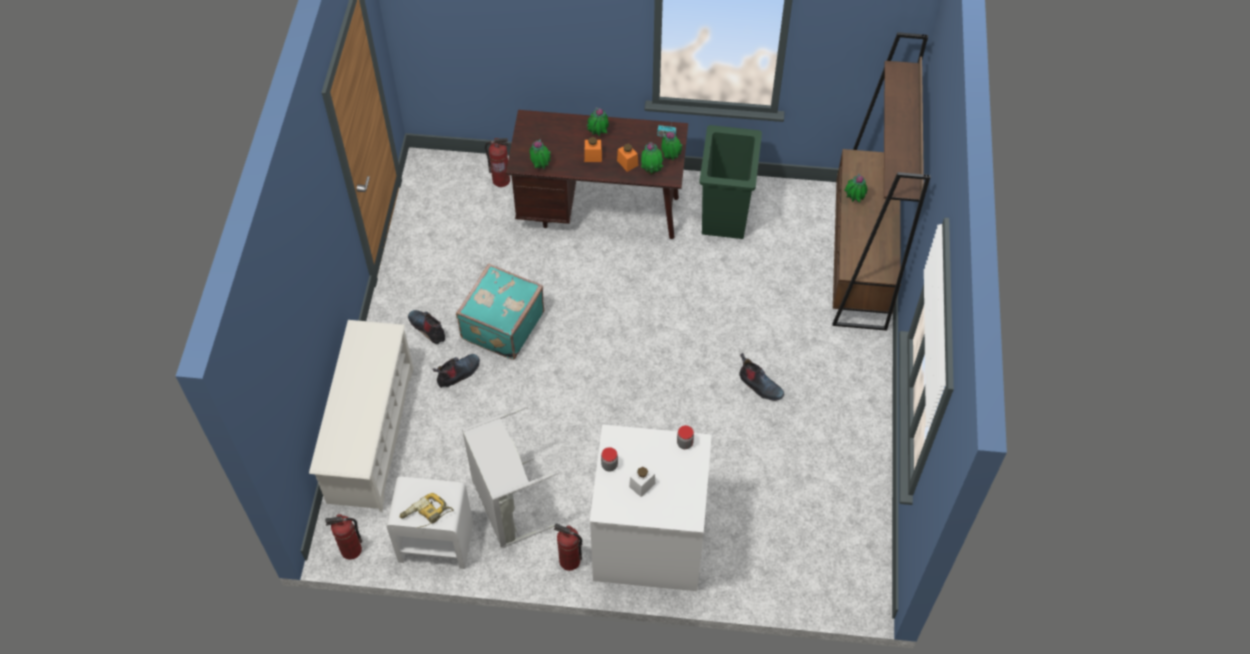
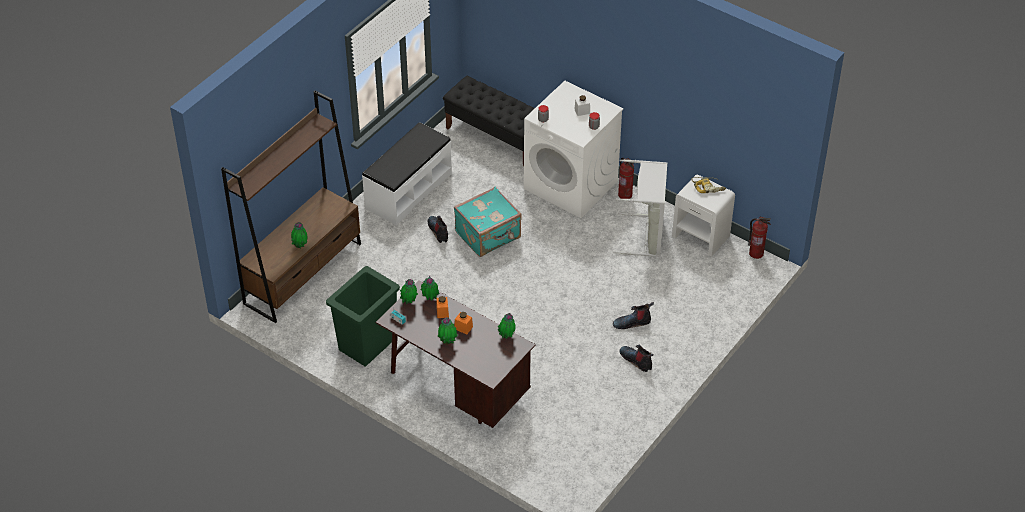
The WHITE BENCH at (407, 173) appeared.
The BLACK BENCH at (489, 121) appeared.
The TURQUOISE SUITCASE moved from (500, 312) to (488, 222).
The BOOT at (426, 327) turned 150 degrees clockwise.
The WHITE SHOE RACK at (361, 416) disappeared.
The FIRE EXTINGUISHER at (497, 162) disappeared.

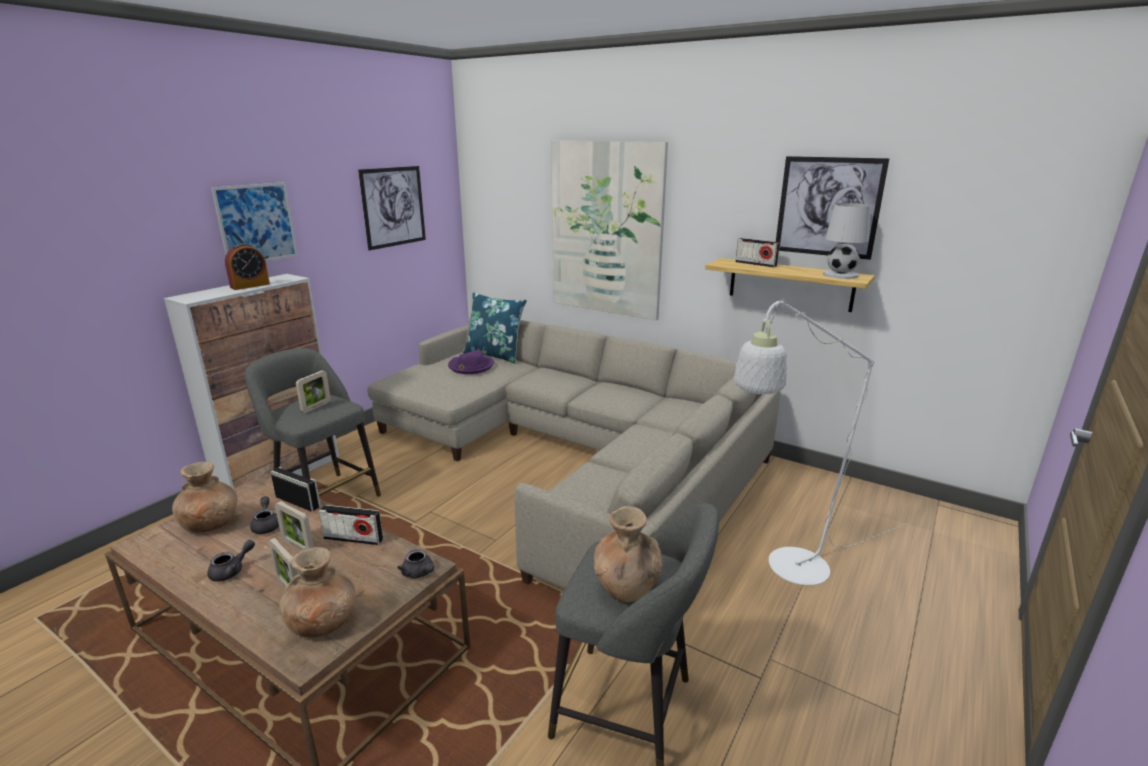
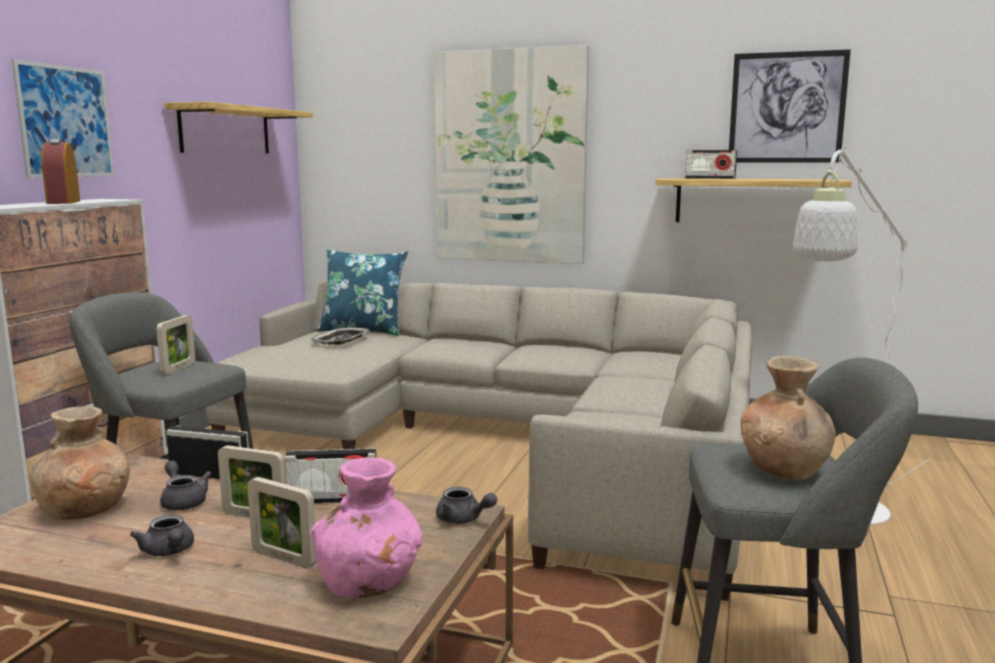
The ALARM CLOCK at (247, 266) turned 135 degrees clockwise.
The GREY TEAPOT at (231, 561) turned 120 degrees clockwise.
The PICTURE at (392, 208) was replaced by the SHELF at (238, 128).
The BROWN VASE at (317, 592) became the PINK VASE at (366, 528).
The PURPLE HAT at (471, 362) was replaced by the TRAY at (340, 336).
The WHITE TABLE LAMP at (847, 241) disappeared.

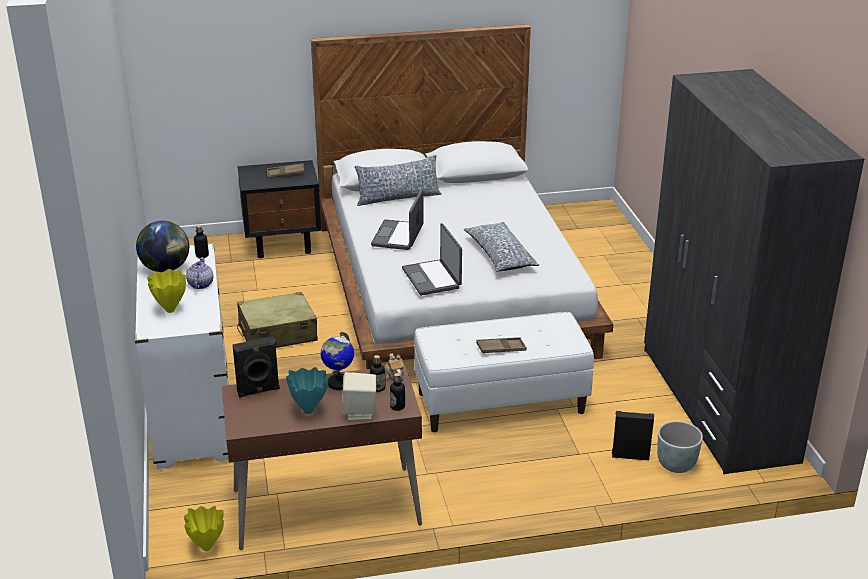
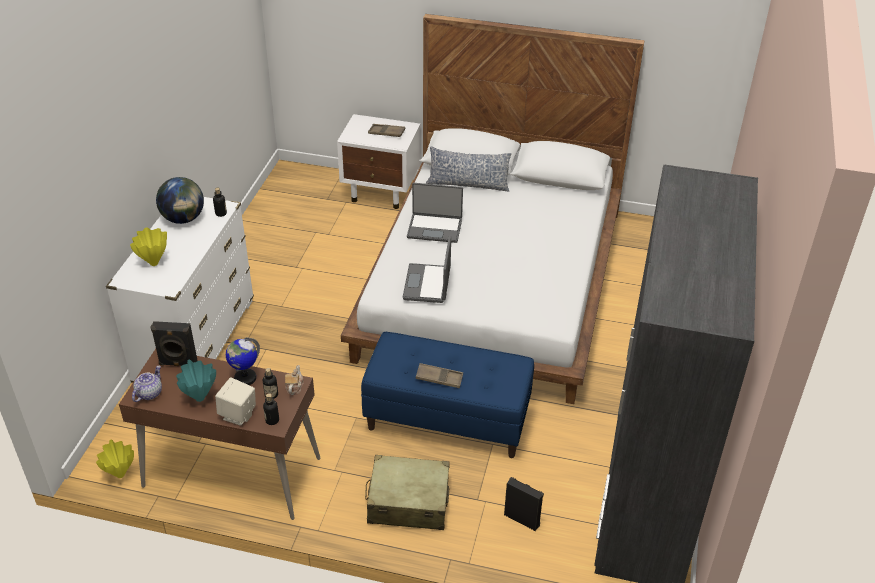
The TEAPOT moved from (199, 273) to (147, 384).
The BLACK NIGHTSTAND at (279, 209) became the WHITE NIGHTSTAND at (378, 161).
The WHITE BENCH at (504, 372) became the BLUE BENCH at (447, 395).
The BEIGE SUITCASE moved from (277, 320) to (407, 492).
The LAPTOP at (397, 219) turned 120 degrees counterclockwise.
The PILLOW at (501, 247) disappeared.
The GREY PLANTER at (680, 447) disappeared.

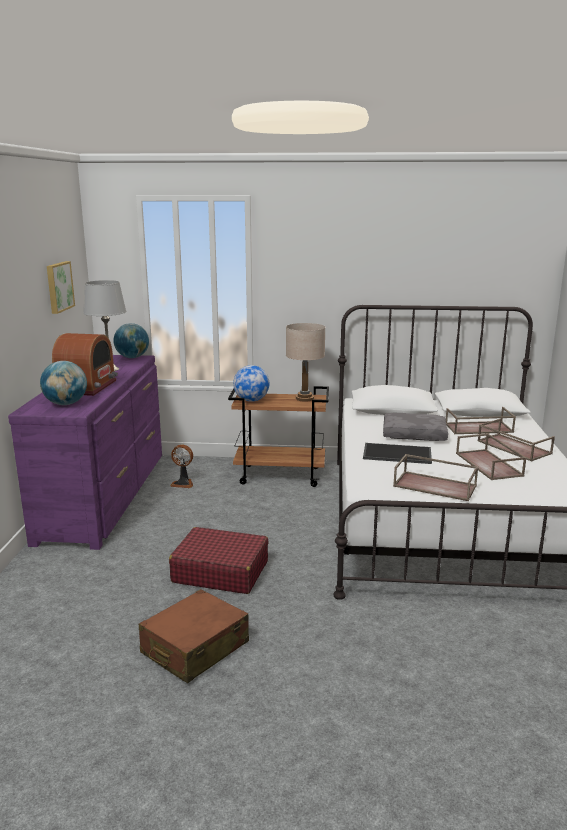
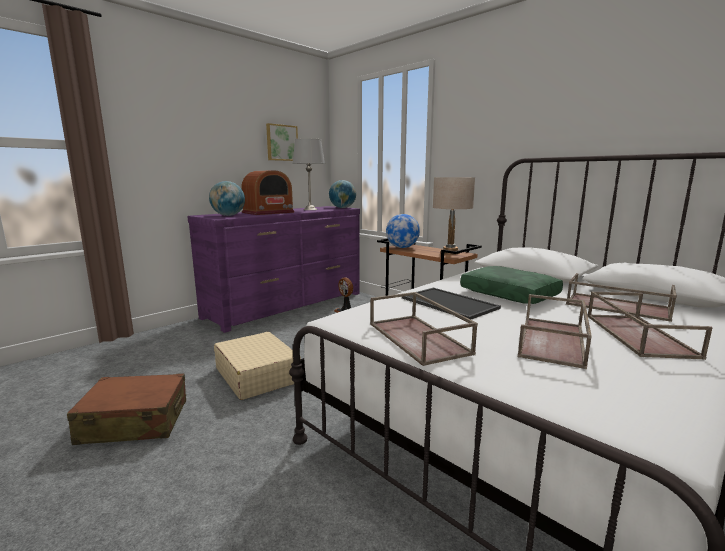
The RED SUITCASE at (219, 560) became the BEIGE SUITCASE at (257, 366).
The GREY PILLOW at (415, 427) became the GREEN PILLOW at (511, 285).

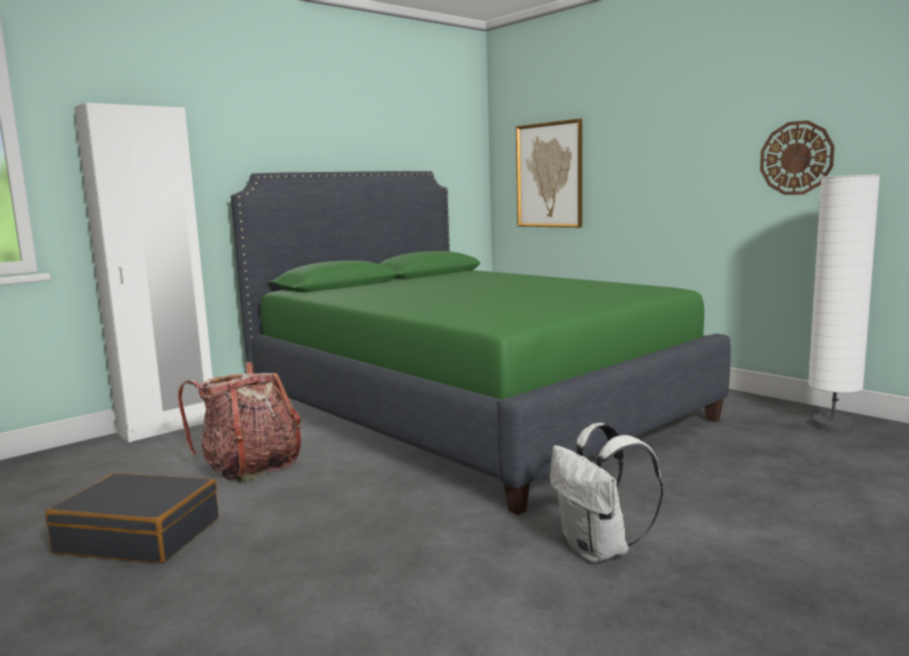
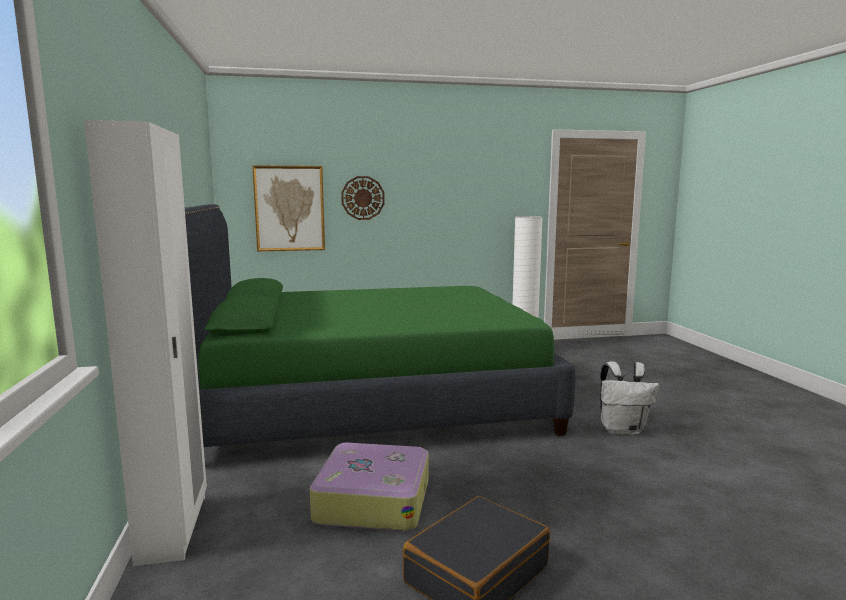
The BACKPACK at (239, 422) was replaced by the SUITCASE at (369, 487).
The WALL CLOCK moved from (797, 157) to (363, 198).

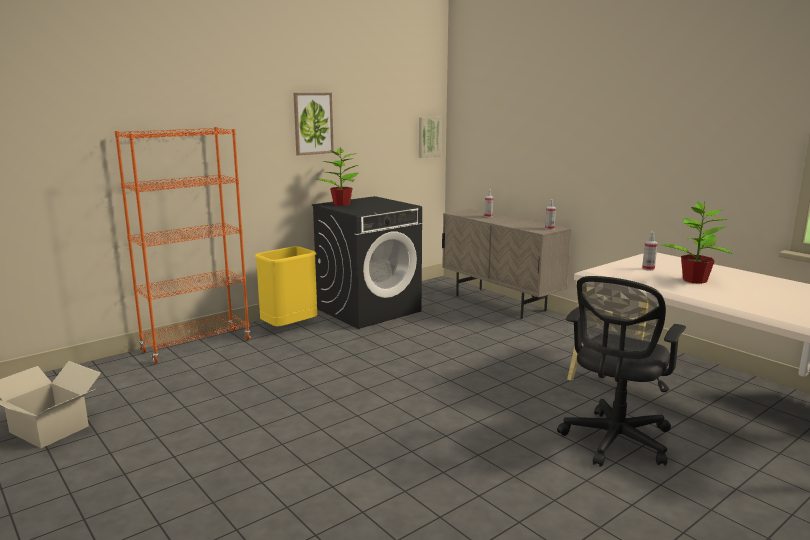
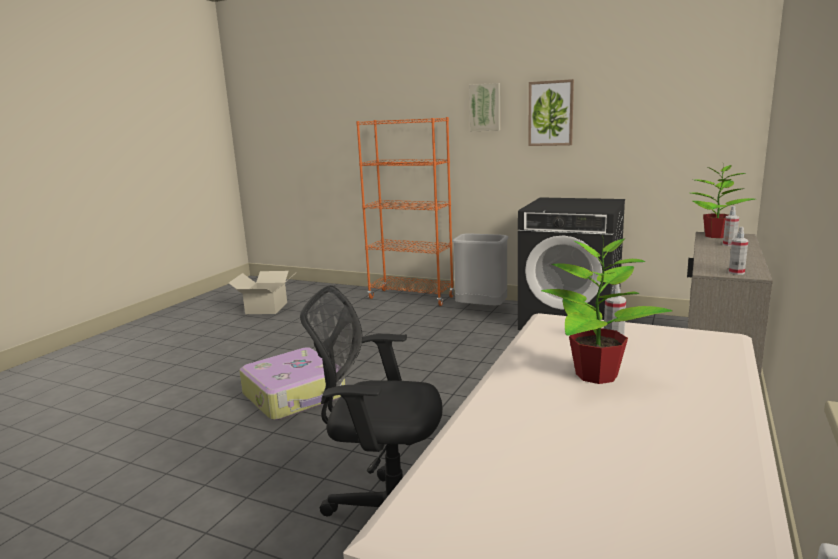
The SUITCASE at (292, 383) appeared.
The YELLOW TRASH CAN at (286, 286) became the GREY TRASH CAN at (480, 269).
The PICTURE moved from (430, 137) to (484, 107).
The POTTED PLANT moved from (336, 176) to (723, 201).

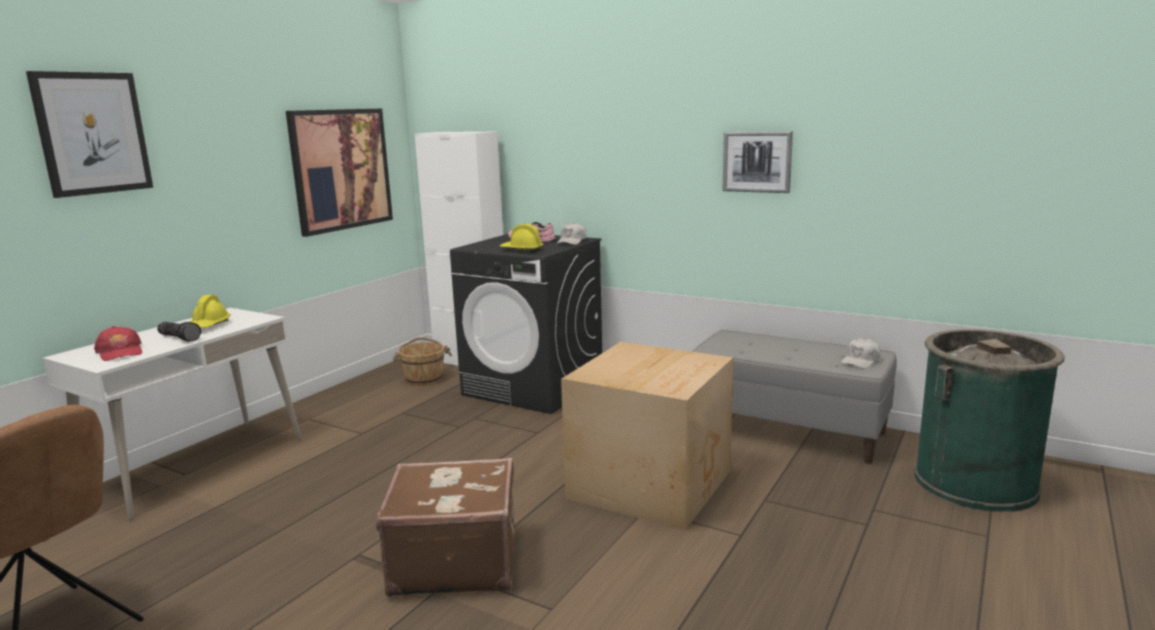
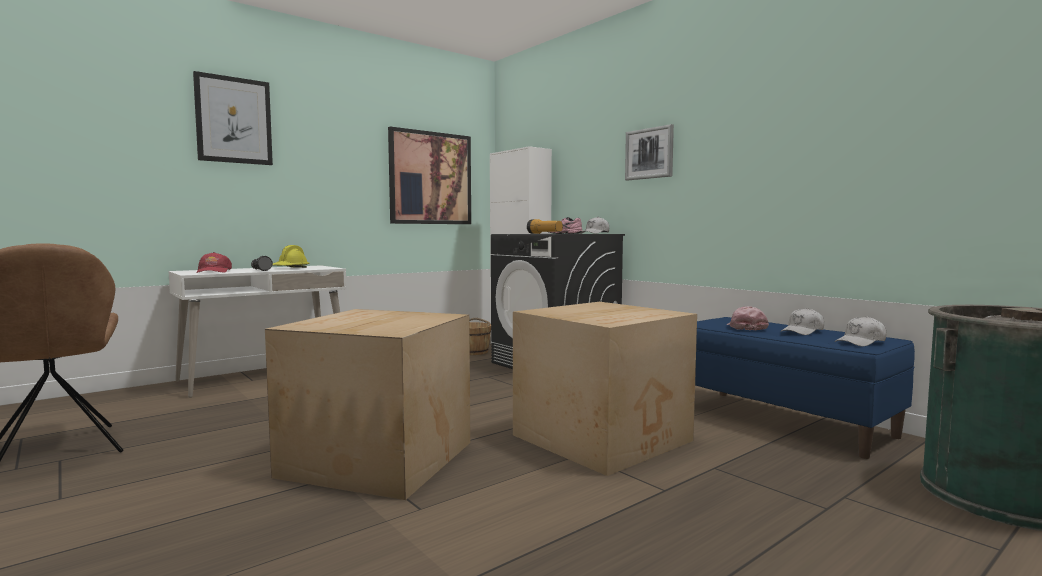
The BROWN SUITCASE at (445, 527) was replaced by the CARDBOARD BOX at (368, 404).
The YELLOW HARD HAT at (521, 238) was replaced by the FLASHLIGHT at (545, 226).
The PICTURE moved from (758, 162) to (649, 152).
The GREY BENCH at (794, 397) became the BLUE BENCH at (805, 388).
The PINK CAP at (748, 318) appeared.
The WHITE CAP at (802, 321) appeared.

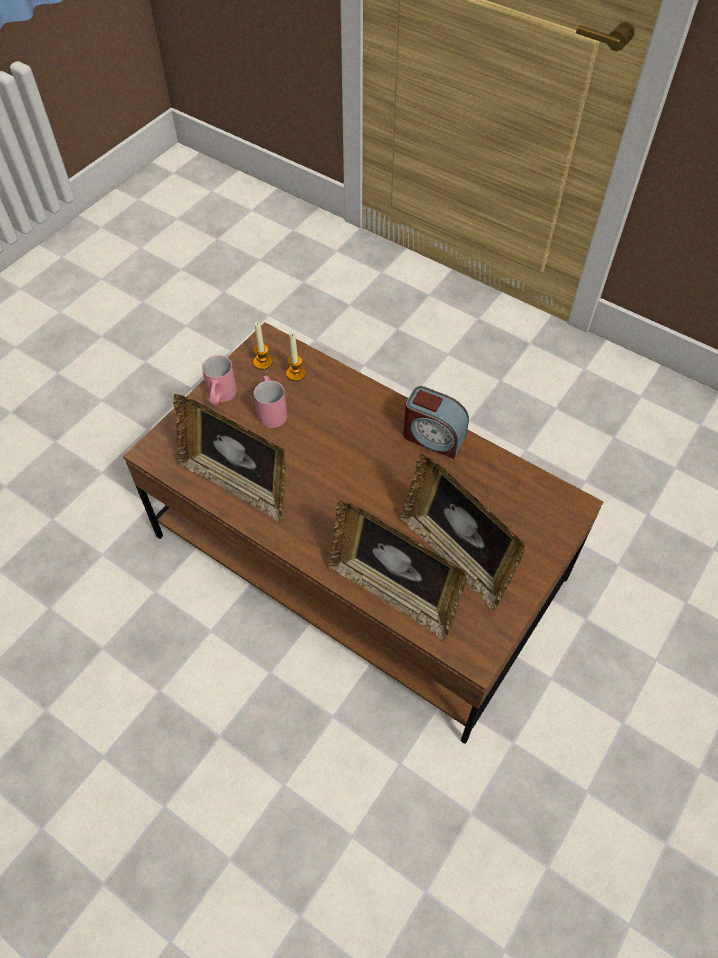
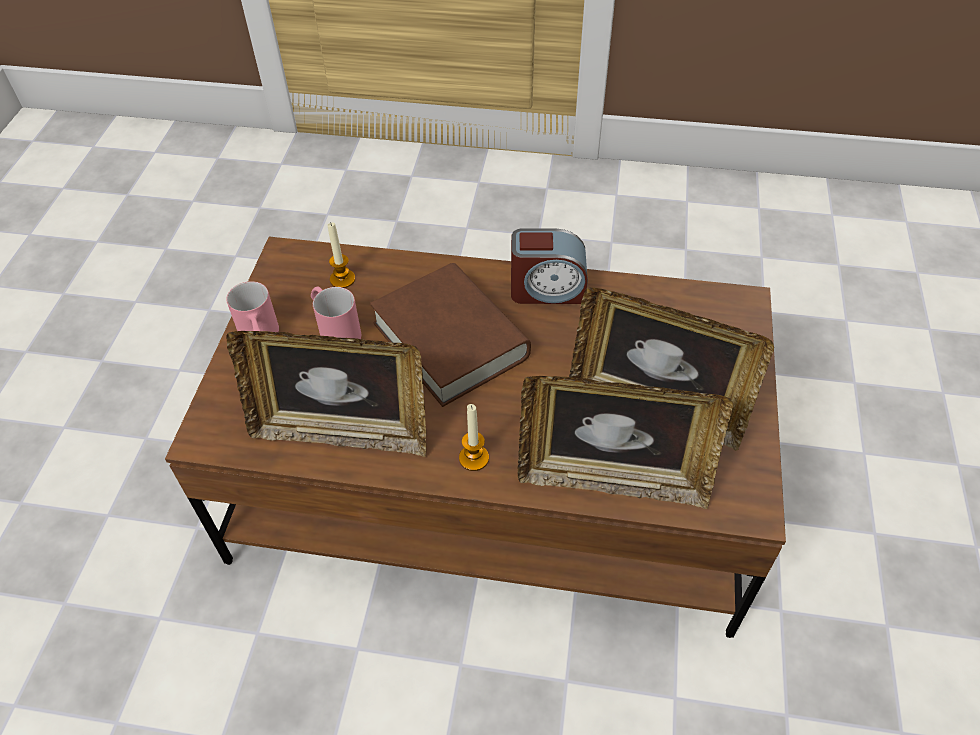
The BROWN BOOK at (450, 335) appeared.
The CANDLE moved from (262, 346) to (474, 437).

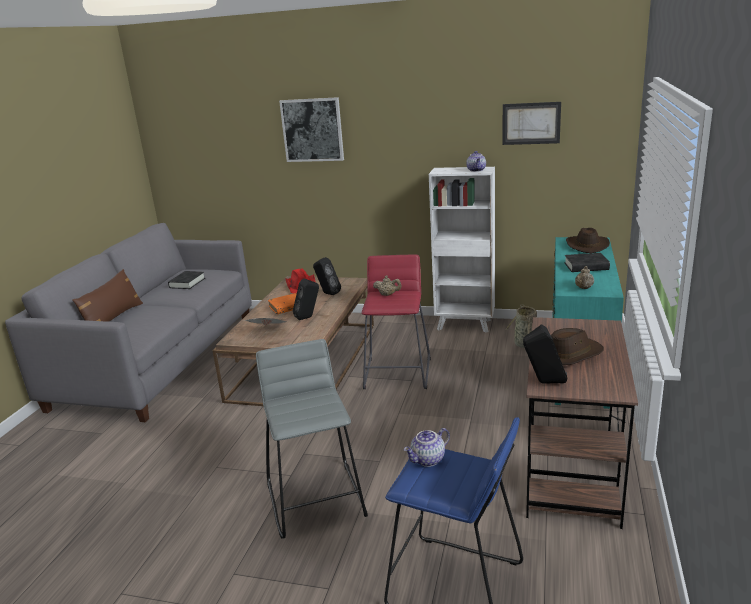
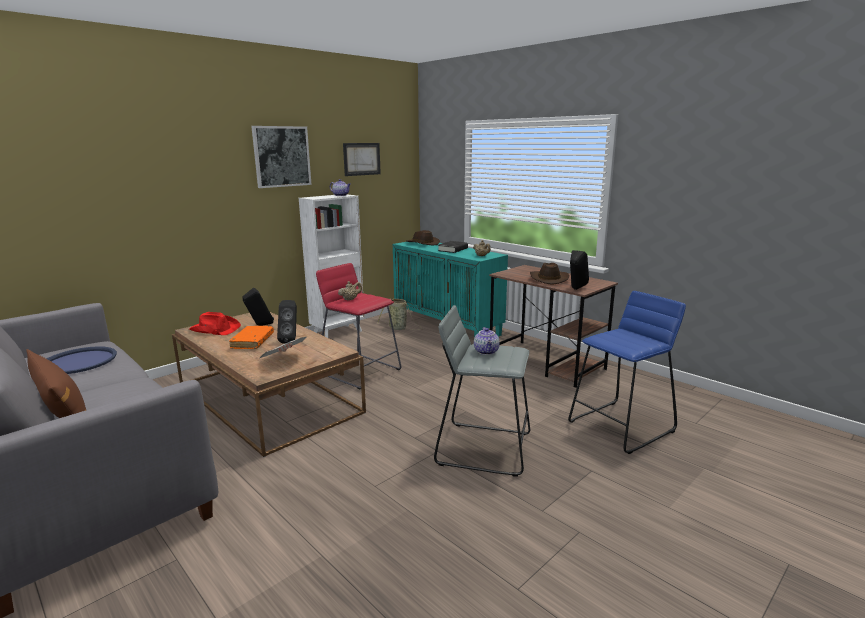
The BLACK BOOK at (186, 280) was replaced by the BLUE TRAY at (82, 360).
The PICTURE moved from (311, 129) to (281, 157).
The TEAPOT moved from (427, 447) to (487, 341).

